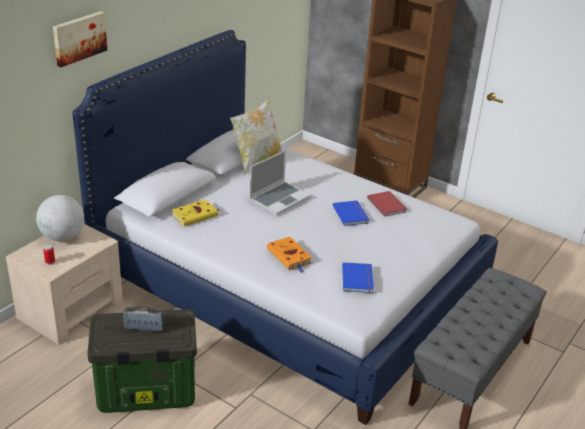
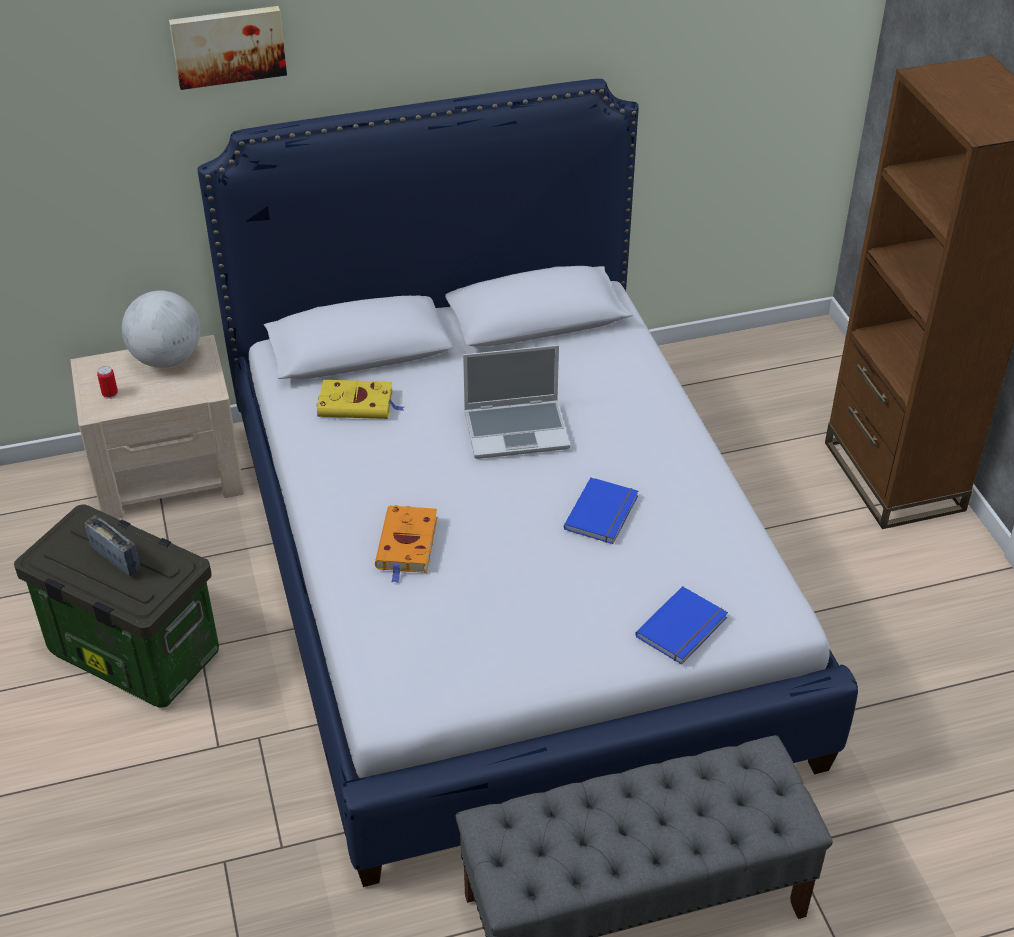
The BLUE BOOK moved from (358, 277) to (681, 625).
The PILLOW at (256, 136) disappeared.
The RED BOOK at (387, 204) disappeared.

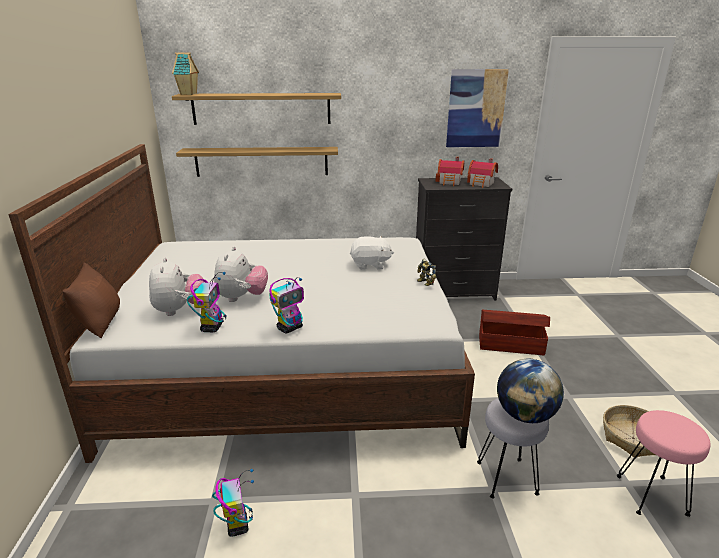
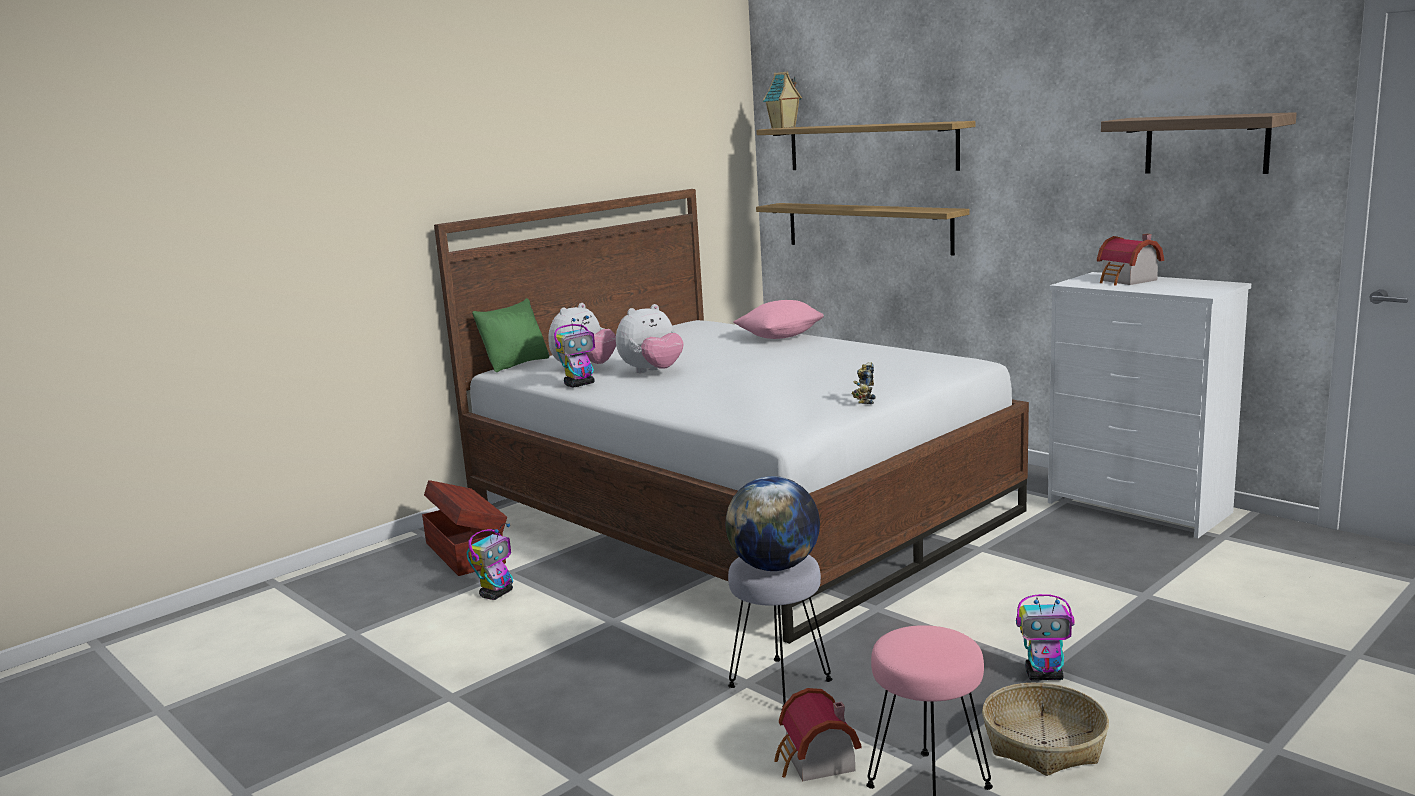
The BROWN STORAGE BOX moved from (514, 333) to (464, 528).
The BROWN PILLOW at (91, 300) became the GREEN PILLOW at (511, 335).
The PINK PILLOW at (779, 319) appeared.
The TOY HOUSE moved from (482, 173) to (817, 734).
The TOY ROBOT moved from (286, 305) to (1045, 637).
The BLACK DRESSER at (464, 239) became the WHITE DRESSER at (1149, 405).
The PICTURE at (477, 108) was replaced by the SHELF at (1199, 143).
The WHITE PLUSH TOY at (372, 253) disappeared.

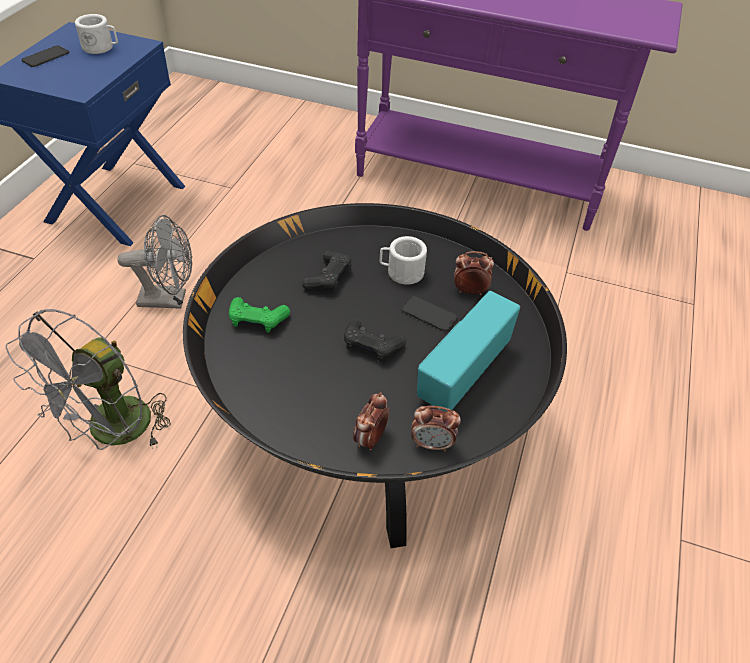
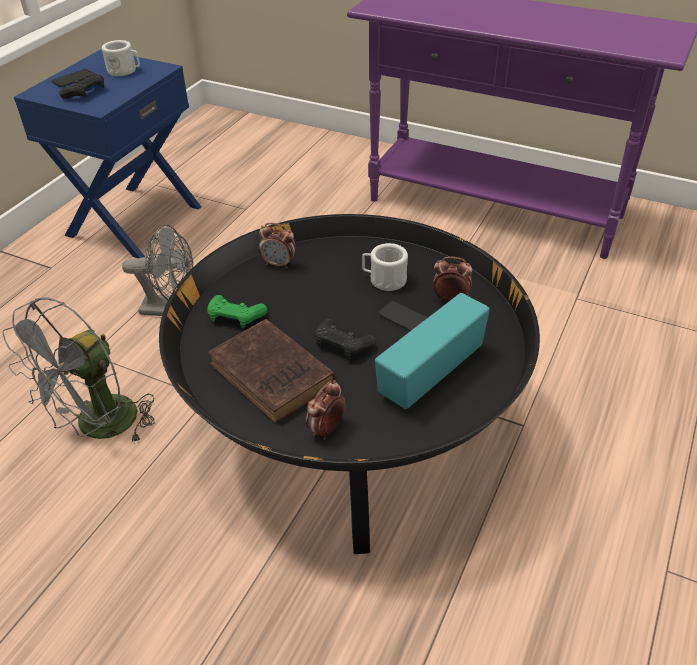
The BLACK GAME CONTROLLER moved from (327, 270) to (81, 86).
The BROWN BOOK at (272, 371) appeared.
The ALARM CLOCK moved from (436, 429) to (277, 245).

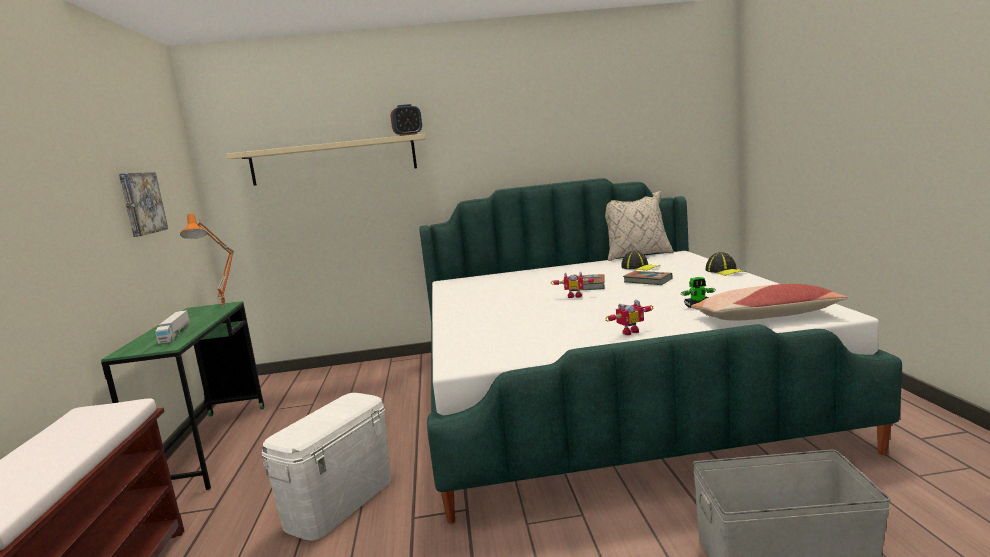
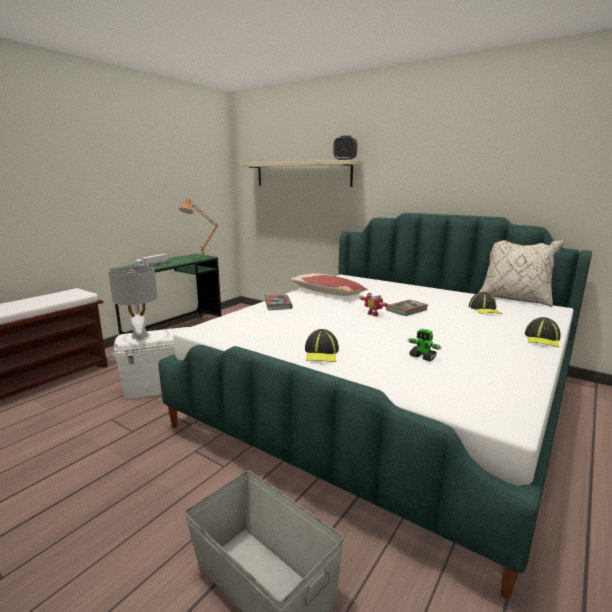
The GREY TABLE LAMP at (133, 303) appeared.
The BOOK moved from (648, 278) to (278, 302).
The PILLOW moved from (769, 302) to (329, 284).
The TOY ROBOT at (629, 317) was replaced by the CAP at (322, 345).
The PICTURE at (143, 204) disappeared.

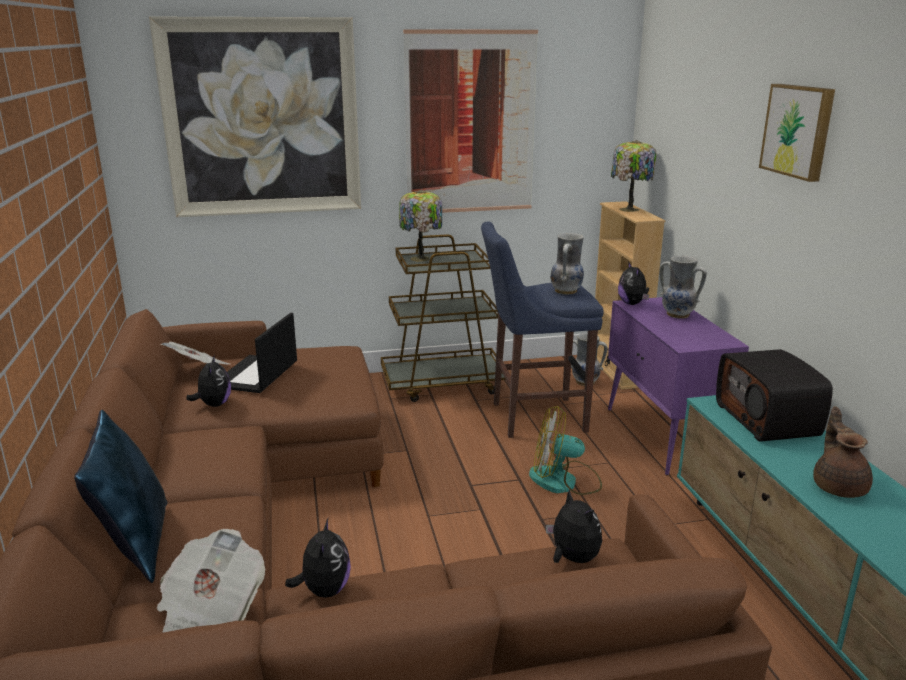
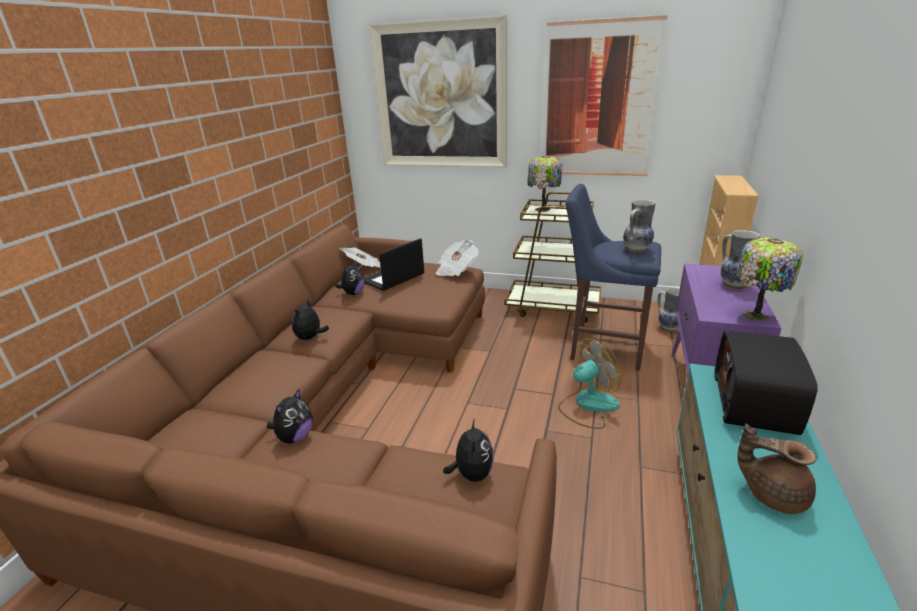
The PLUSH TOY moved from (633, 283) to (310, 319).
The NEWSPAPER moved from (211, 581) to (457, 258).
The FAN at (565, 450) turned 120 degrees clockwise.
The TABLE LAMP moved from (634, 176) to (769, 279).
The BROWN TEAPOT at (843, 452) turned 90 degrees counterclockwise.
The BLUE PILLOW at (121, 496) disappeared.
The PICTURE at (797, 133) disappeared.

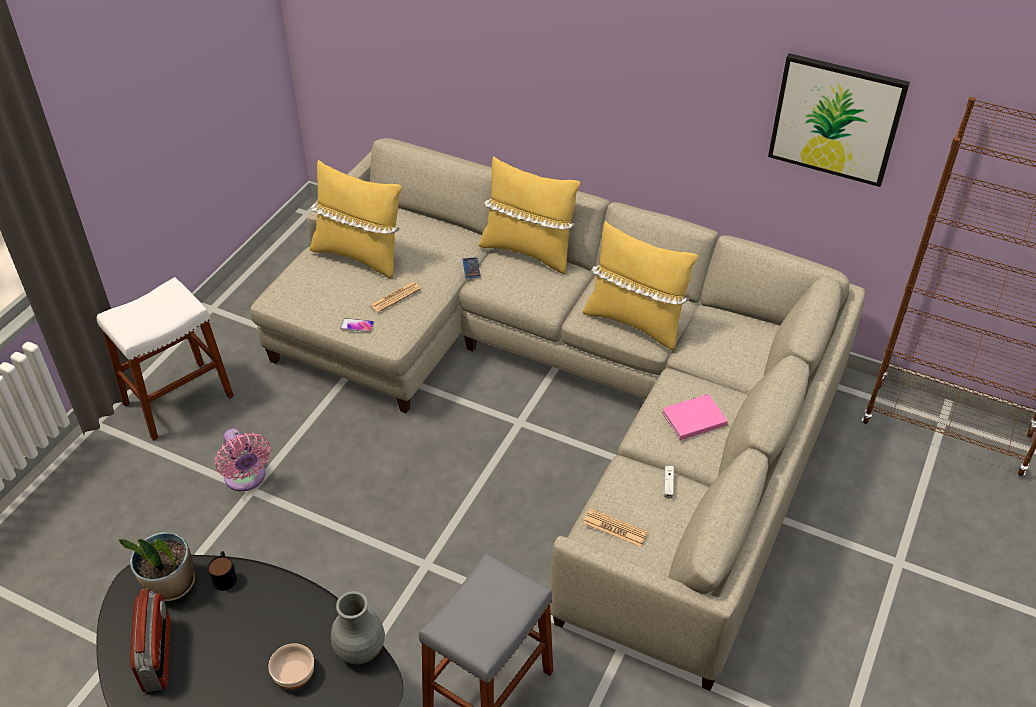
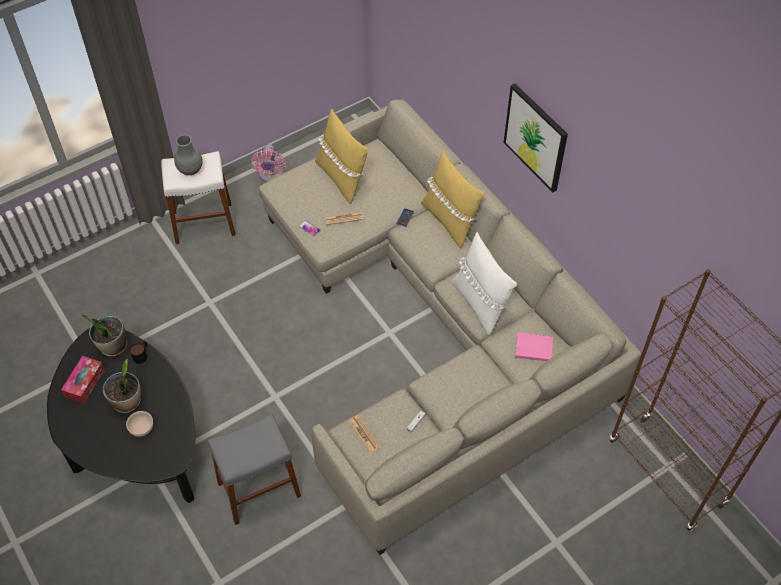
The RADIO at (150, 640) was replaced by the TISSUE BOX at (83, 380).
The POTTED PLANT at (122, 386) appeared.
The GREY VASE moved from (358, 627) to (188, 155).
The PINK FAN moved from (243, 459) to (268, 163).
The YELLOW PILLOW at (640, 285) became the WHITE PILLOW at (484, 284).
The PICTURE moved from (839, 120) to (536, 137).
The PINK BOOK moved from (695, 417) to (534, 347).

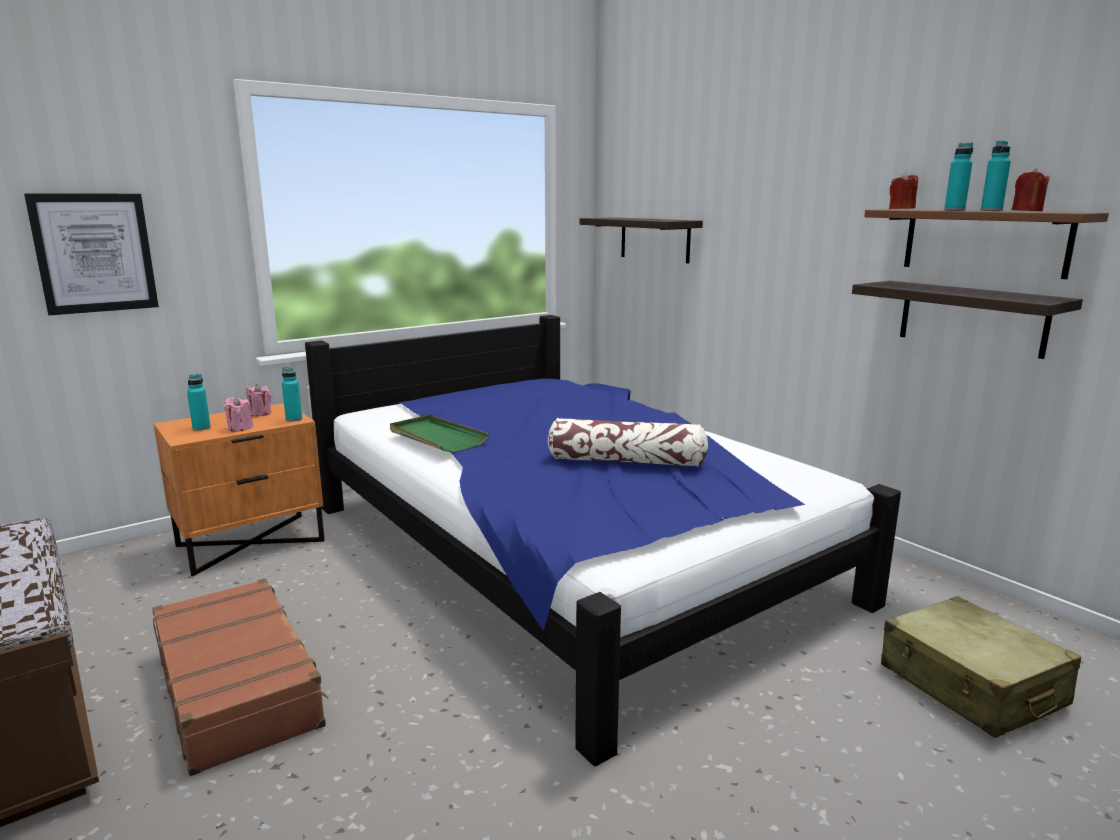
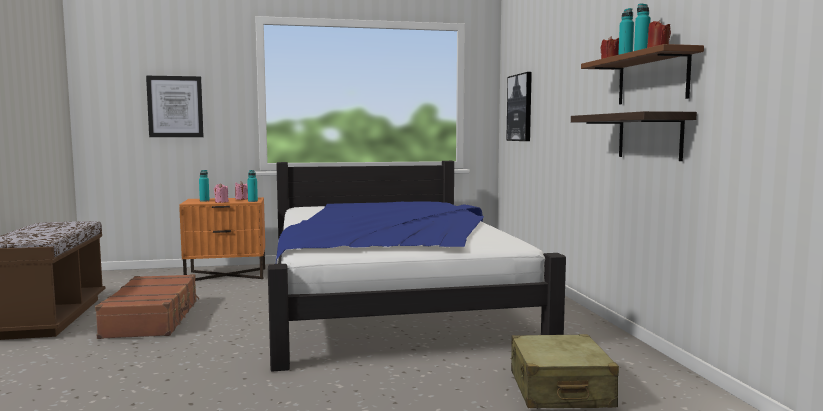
The SHELF at (641, 240) was replaced by the PICTURE at (519, 106).
The GREEN TRAY at (439, 434) disappeared.
The PILLOW at (628, 442) disappeared.

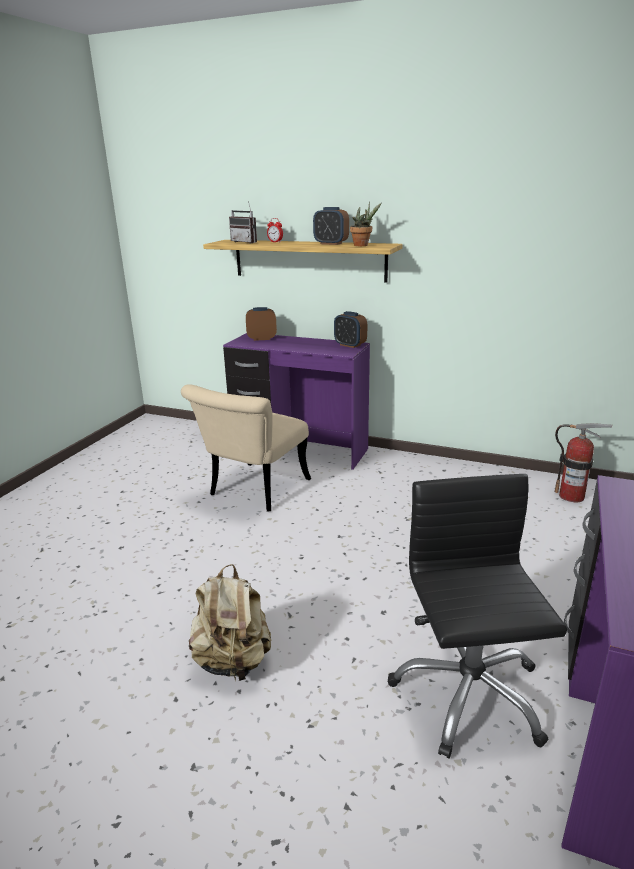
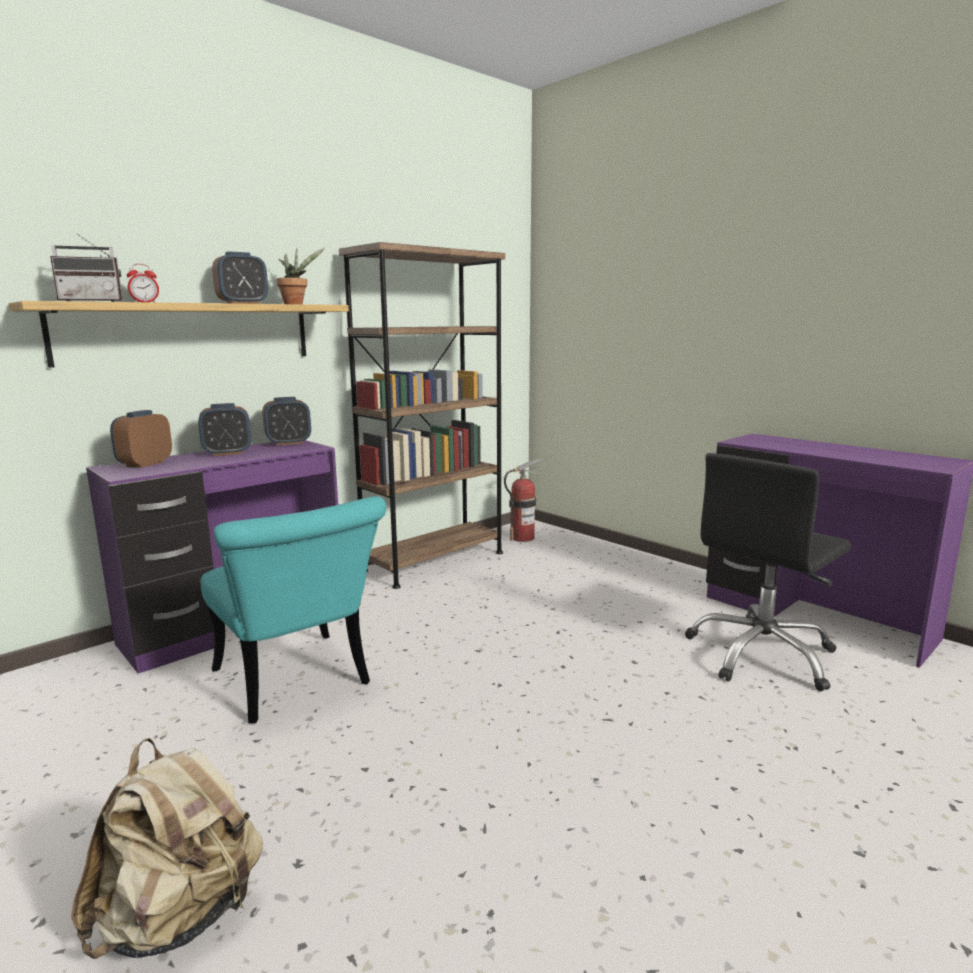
The BEIGE BACKPACK moved from (230, 623) to (167, 848).
The ALARM CLOCK at (224, 429) appeared.
The BEIGE CHAIR at (246, 448) became the TURQUOISE CHAIR at (293, 609).
The BROWN BOOKCASE at (422, 415) appeared.
The BLACK OFFICE CHAIR at (477, 616) turned 60 degrees counterclockwise.

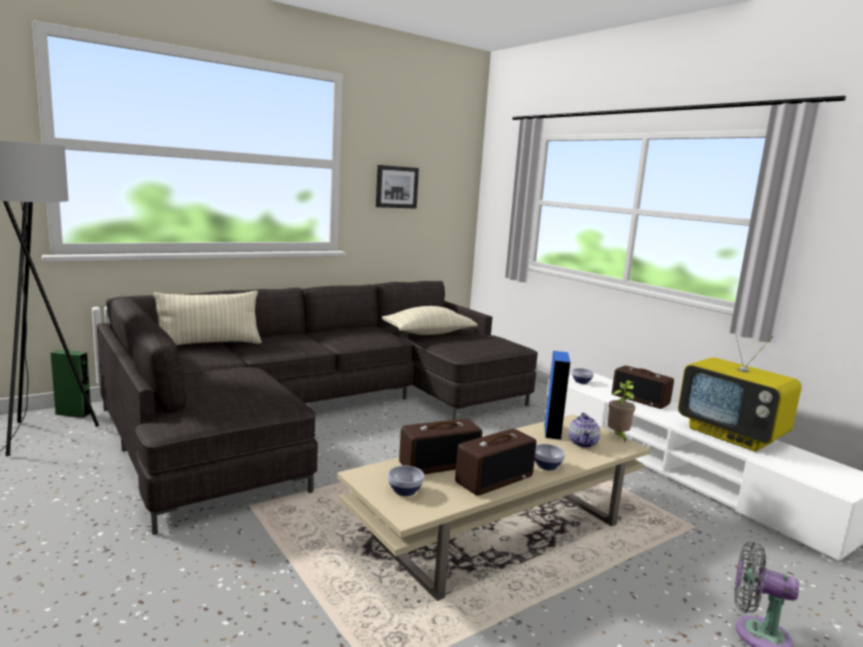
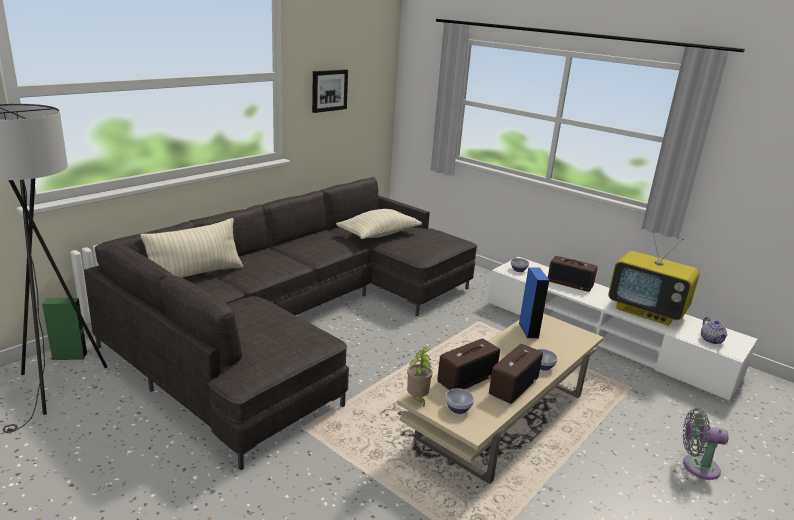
The POTTED PLANT moved from (621, 411) to (420, 377).
The TEAPOT moved from (584, 430) to (714, 330).

